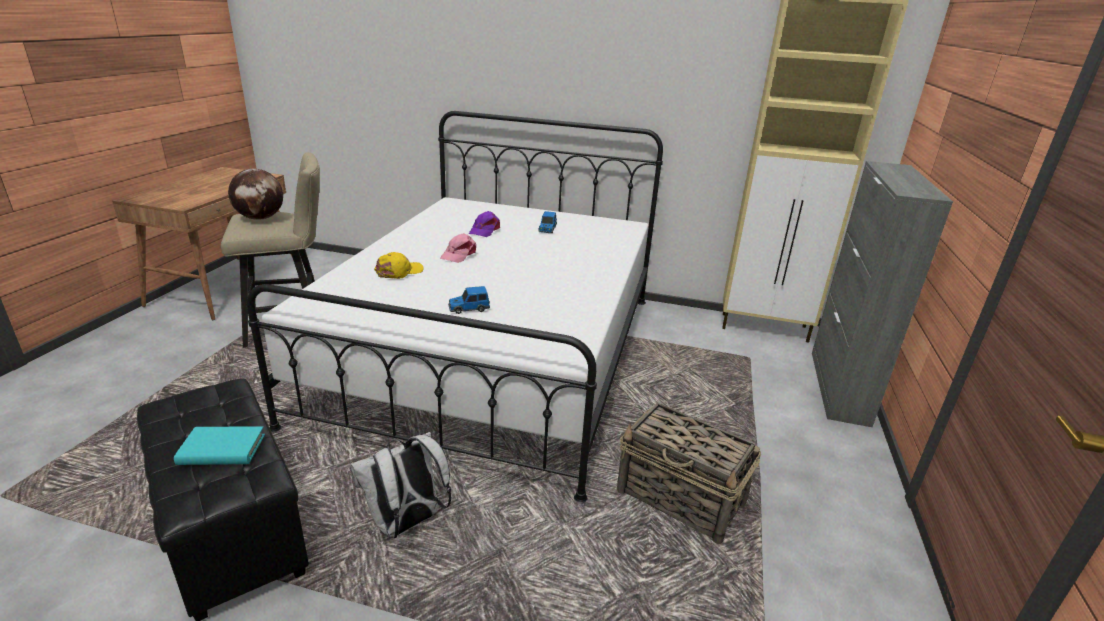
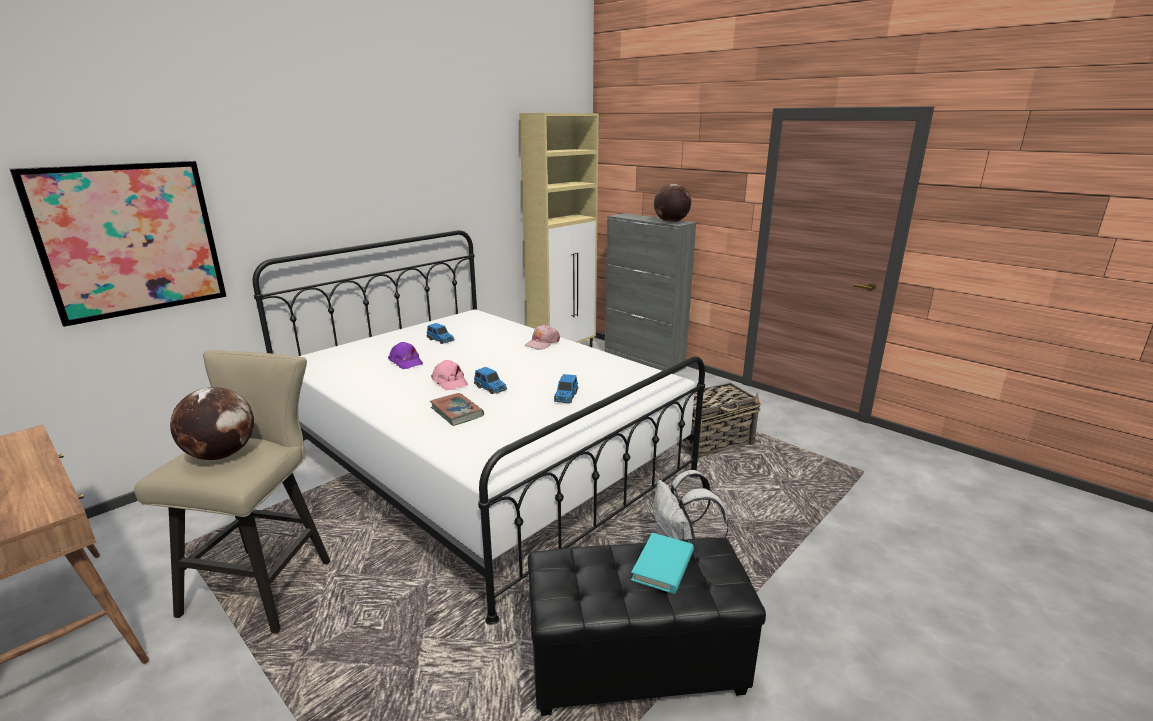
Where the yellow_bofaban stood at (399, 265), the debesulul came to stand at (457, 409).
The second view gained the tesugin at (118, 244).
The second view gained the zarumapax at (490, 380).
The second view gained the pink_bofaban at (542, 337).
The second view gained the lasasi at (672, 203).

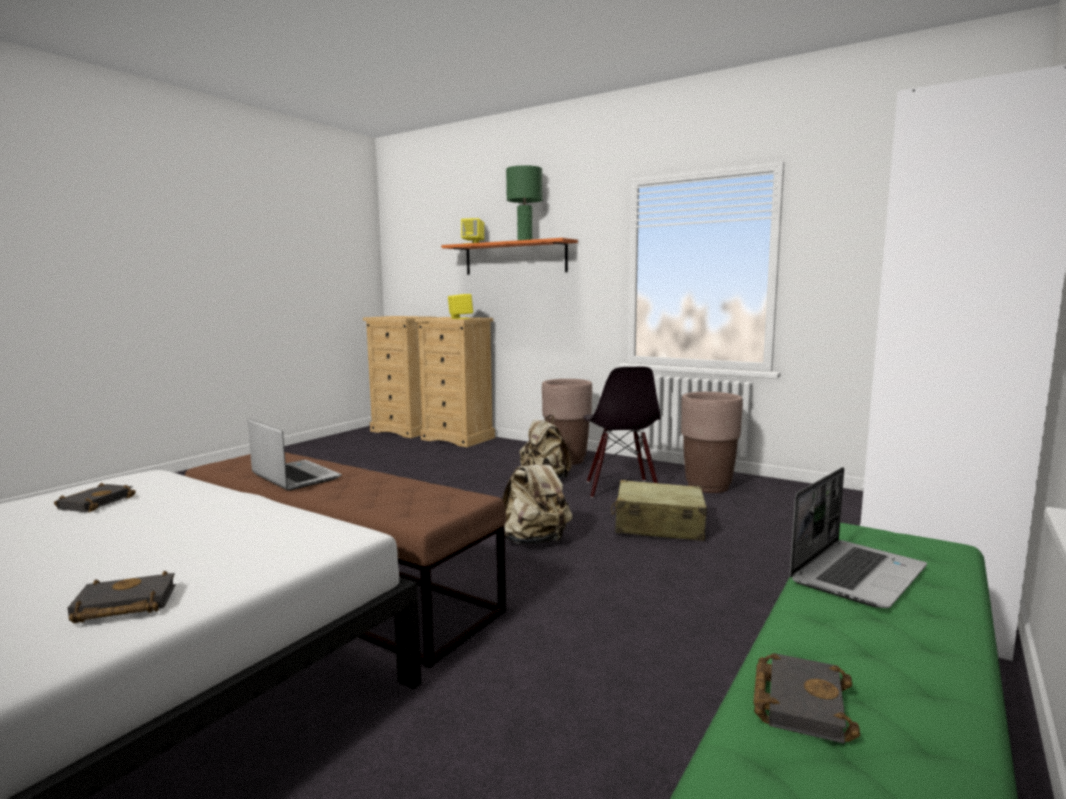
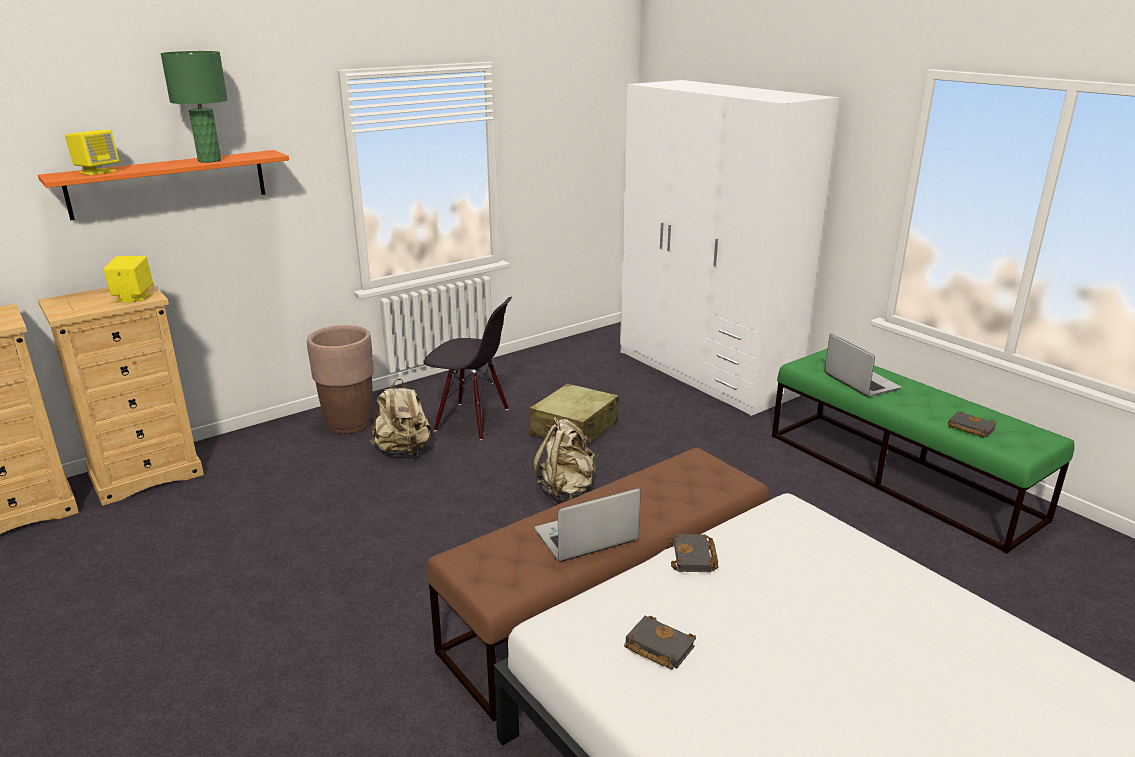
The black_debesulul ended up elsewhere, having gone from (121, 596) to (693, 553).
The second view lost the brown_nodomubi at (712, 442).

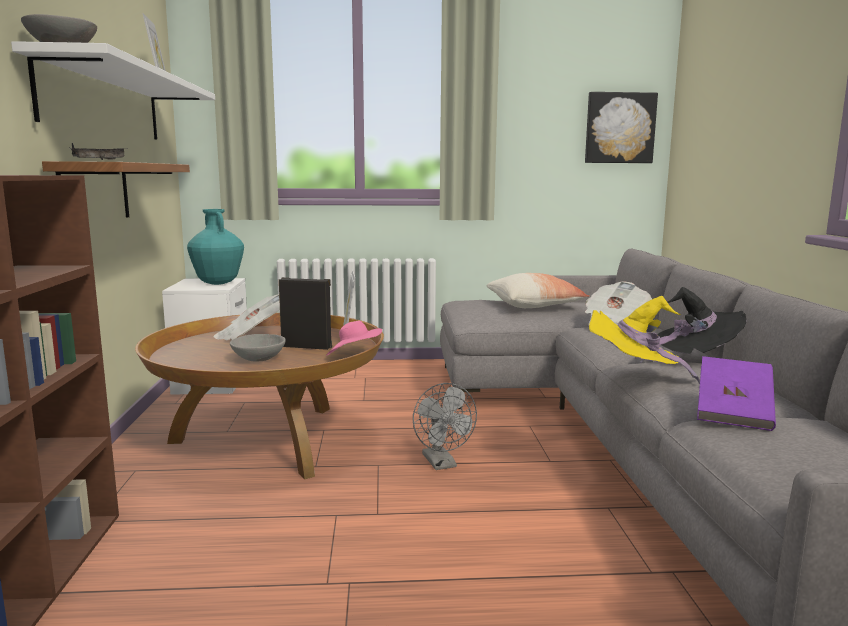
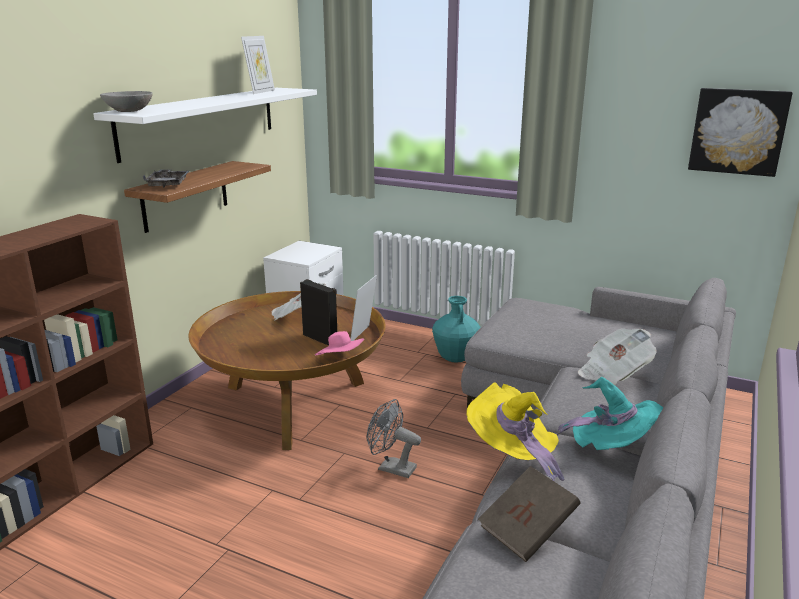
The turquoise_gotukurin ended up elsewhere, having gone from (215, 247) to (456, 329).
The second view lost the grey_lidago at (258, 348).
The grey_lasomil at (445, 426) ended up facing another way, 105 degrees clockwise from before.
The second view lost the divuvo at (537, 290).
What was the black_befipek at (690, 325) turned into the turquoise_befipek at (610, 413).
What was the purple_debesulul at (736, 393) turned into the brown_debesulul at (529, 514).

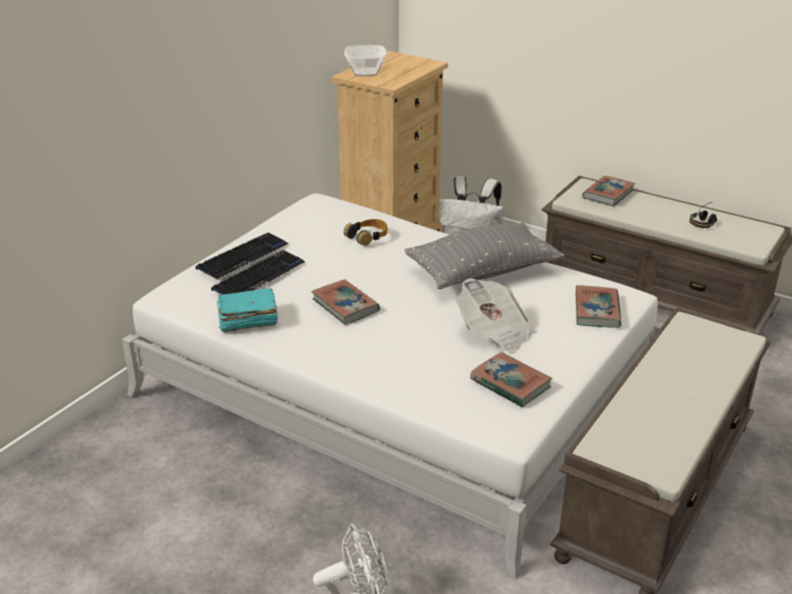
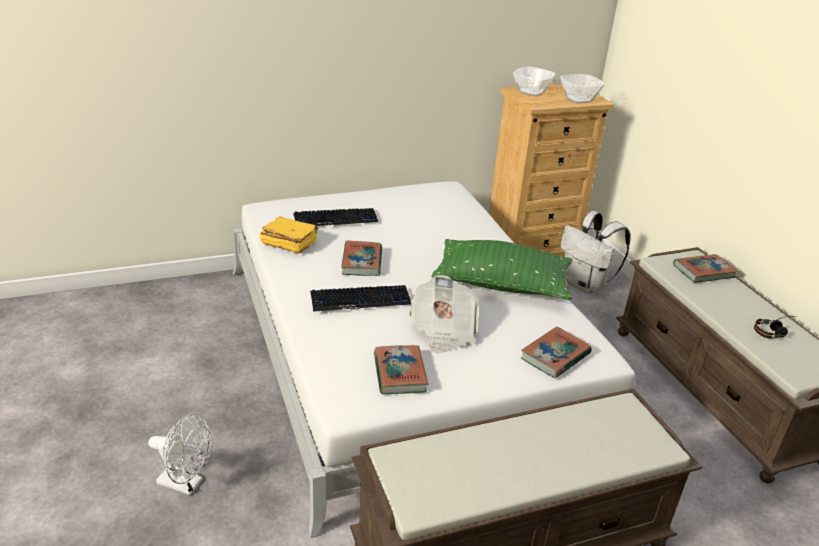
The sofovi ended up elsewhere, having gone from (241, 256) to (360, 298).
What was the turquoise_debesulul at (247, 310) turned into the yellow_debesulul at (289, 234).
The second view lost the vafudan at (365, 232).
What was the grey_divuvo at (484, 256) turned into the green_divuvo at (501, 269).
The second view gained the lidago at (582, 88).

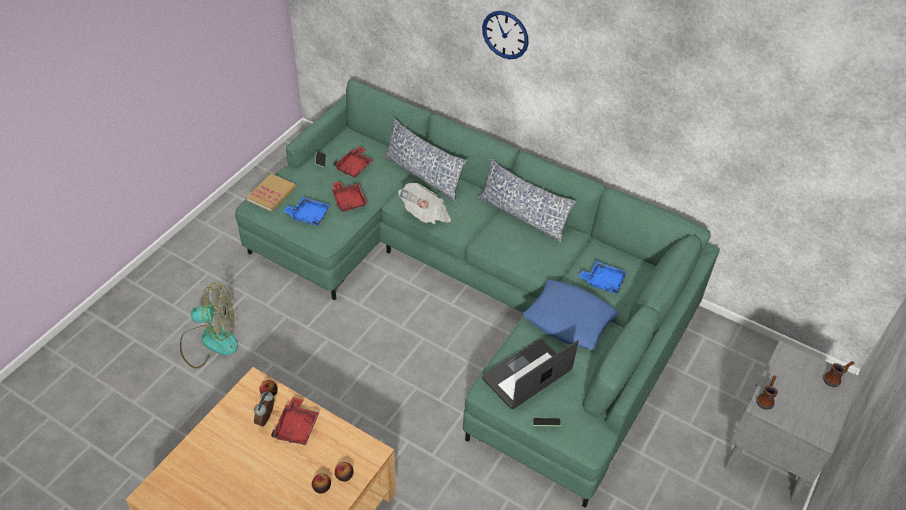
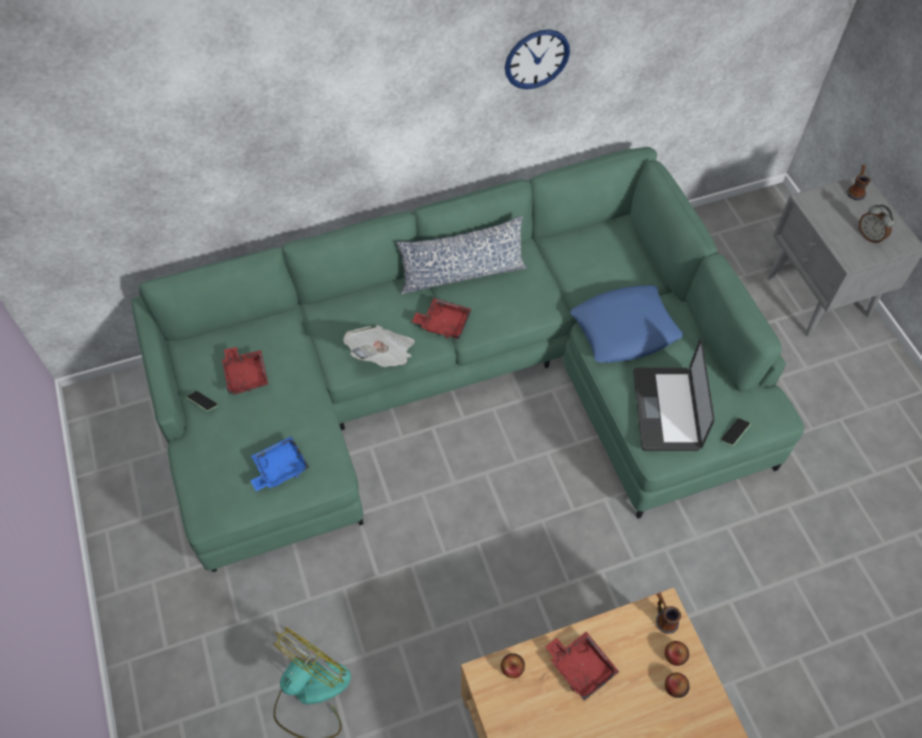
The second view lost the debesulul at (271, 193).
The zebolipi ended up elsewhere, having gone from (264, 409) to (877, 224).
The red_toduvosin ended up elsewhere, having gone from (350, 197) to (442, 318).
The second view lost the divuvo at (425, 160).
The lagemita ended up elsewhere, having gone from (505, 34) to (537, 59).
The second view lost the blue_toduvosin at (603, 277).
The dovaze ended up elsewhere, having gone from (767, 393) to (668, 613).

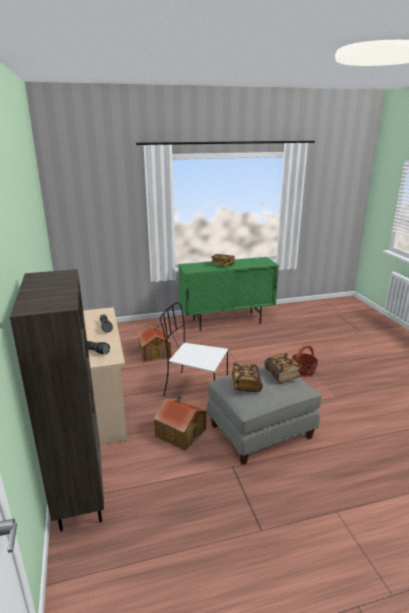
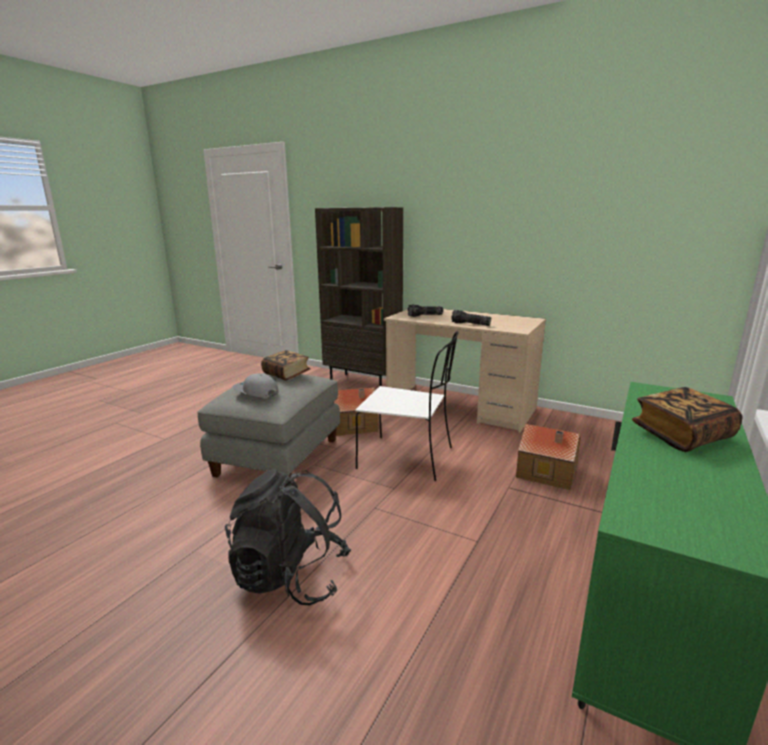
The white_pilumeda at (194, 349) ended up facing another way, 45 degrees clockwise from before.
Where the debesulul stood at (283, 368), the grey_bofaban came to stand at (256, 385).
Where the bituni stood at (305, 361), the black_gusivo came to stand at (288, 537).

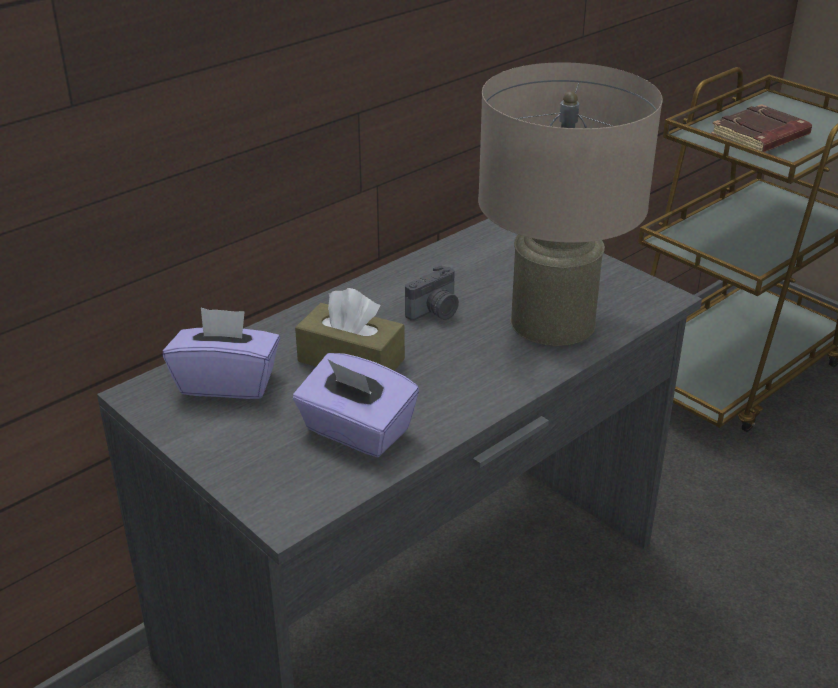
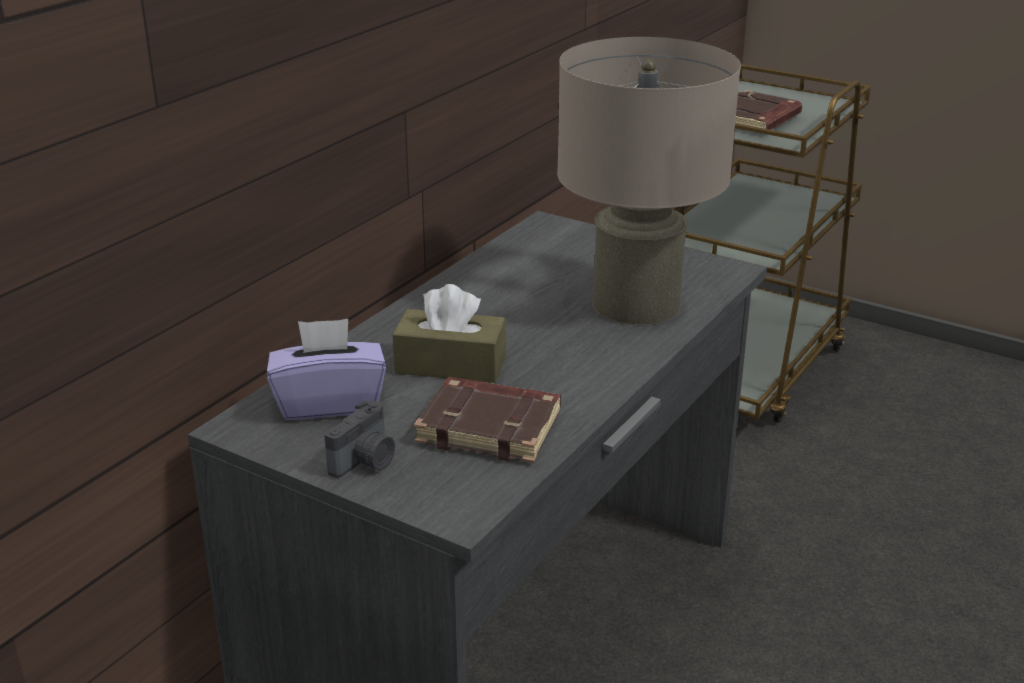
Where the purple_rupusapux stood at (356, 405), the brown_debesulul came to stand at (487, 420).
The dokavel ended up elsewhere, having gone from (432, 293) to (359, 439).

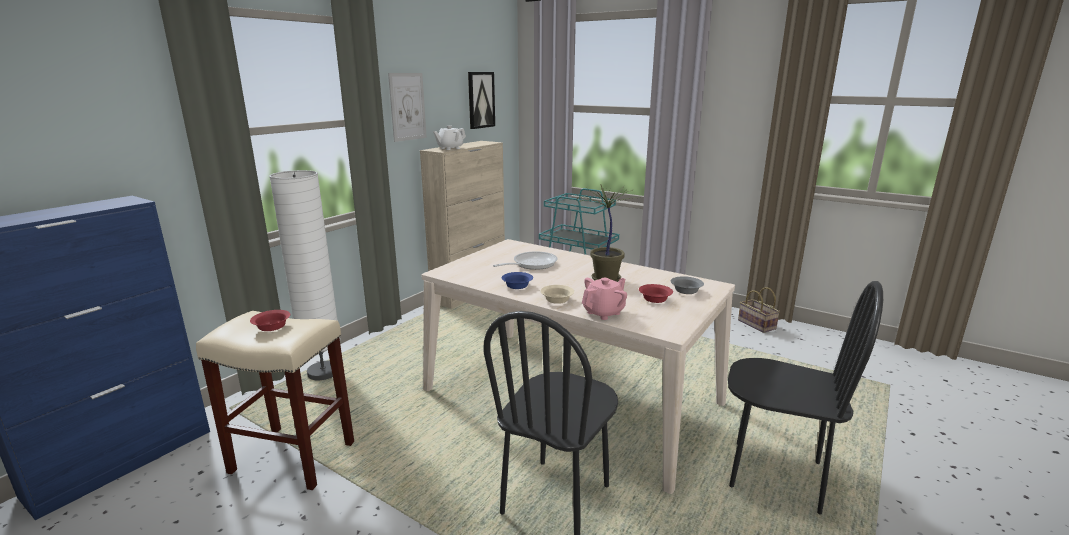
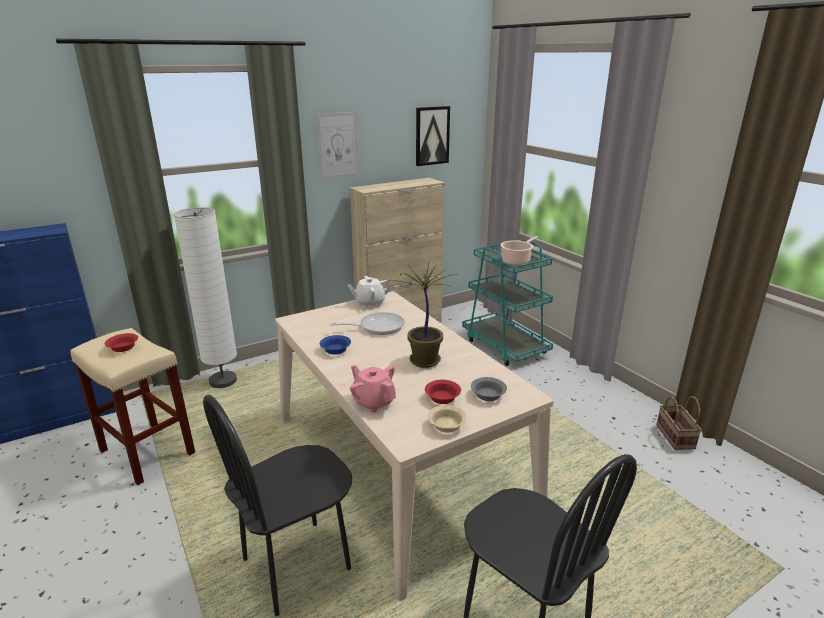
The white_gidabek ended up elsewhere, having gone from (449, 137) to (369, 292).
The beige_lidago ended up elsewhere, having gone from (557, 294) to (447, 419).
The pink_gidabek at (604, 299) ended up facing another way, 120 degrees counterclockwise from before.
The second view gained the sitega at (519, 250).

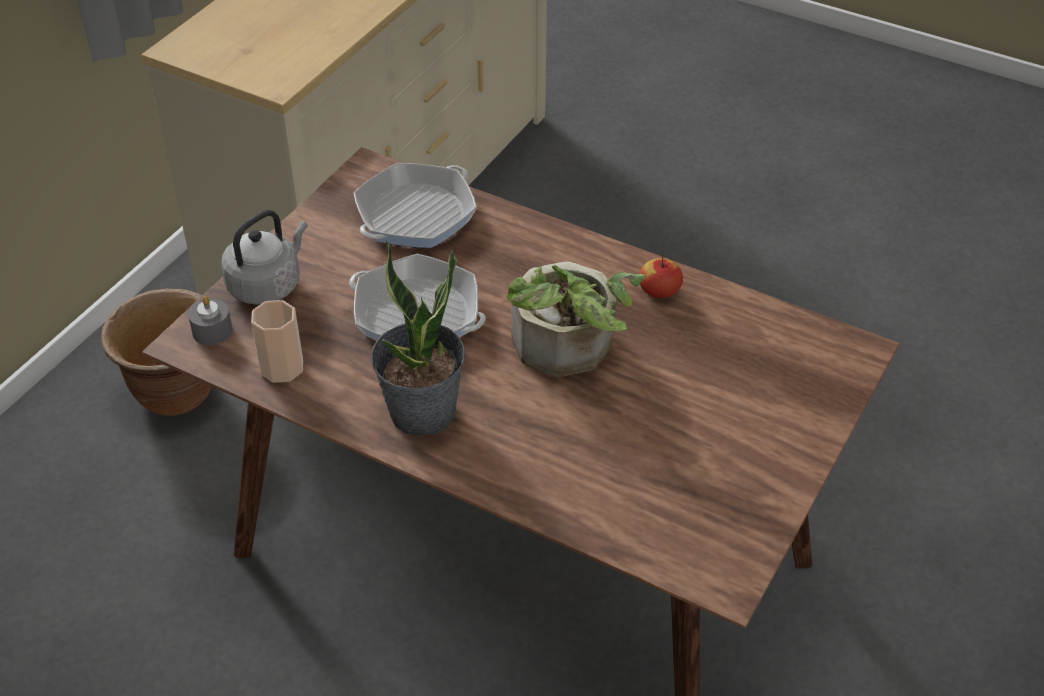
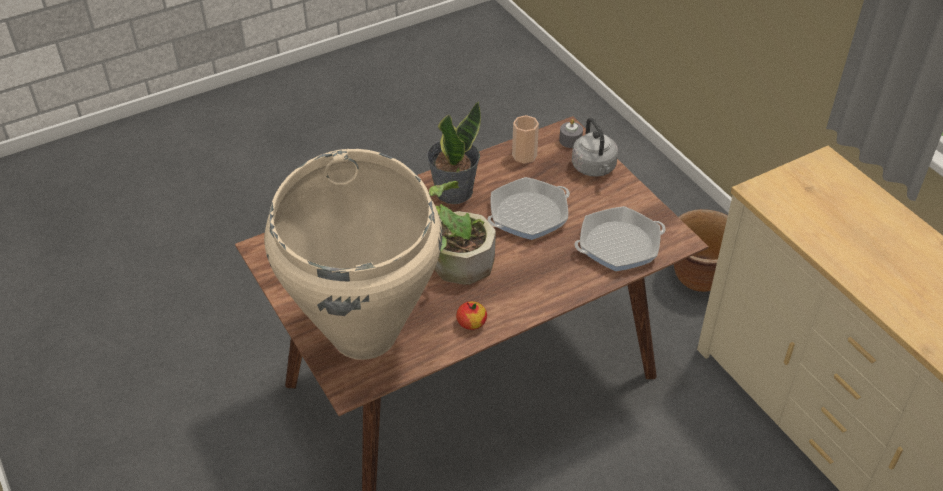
The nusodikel at (415, 205) ended up facing another way, 90 degrees clockwise from before.
The second view gained the beige_gotukurin at (353, 254).

